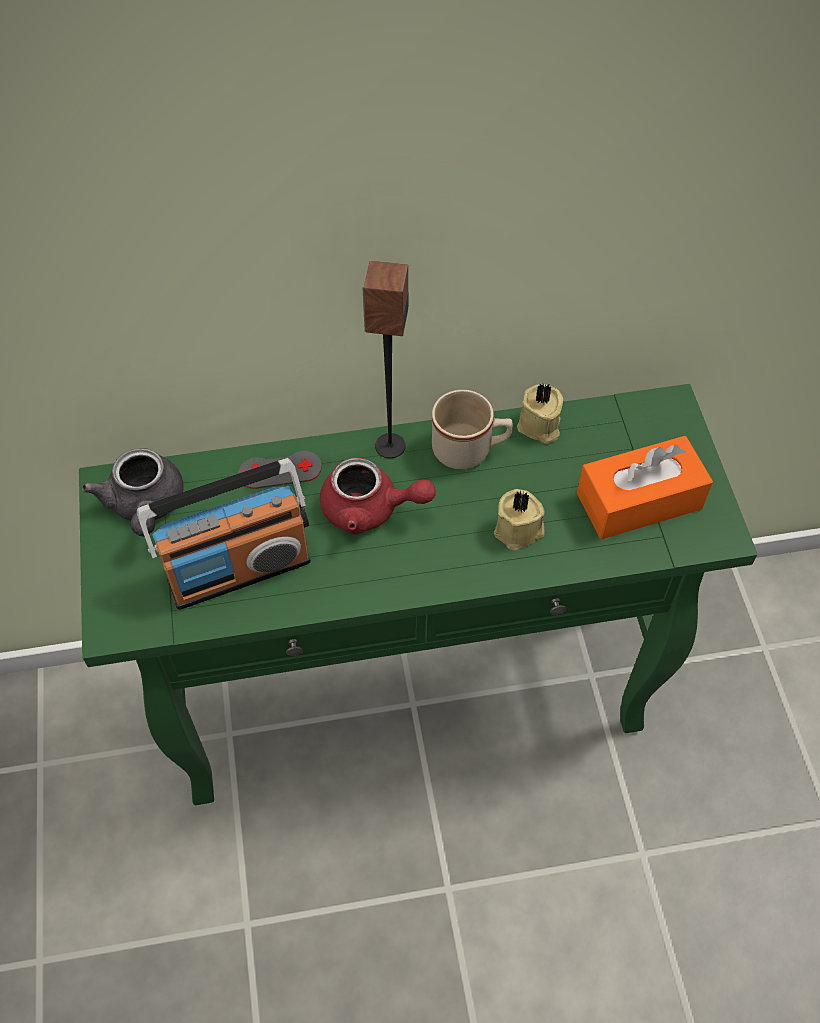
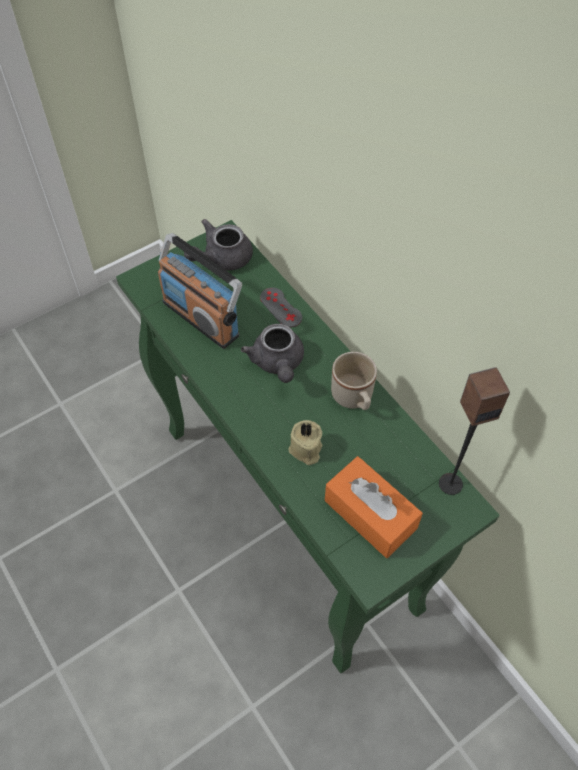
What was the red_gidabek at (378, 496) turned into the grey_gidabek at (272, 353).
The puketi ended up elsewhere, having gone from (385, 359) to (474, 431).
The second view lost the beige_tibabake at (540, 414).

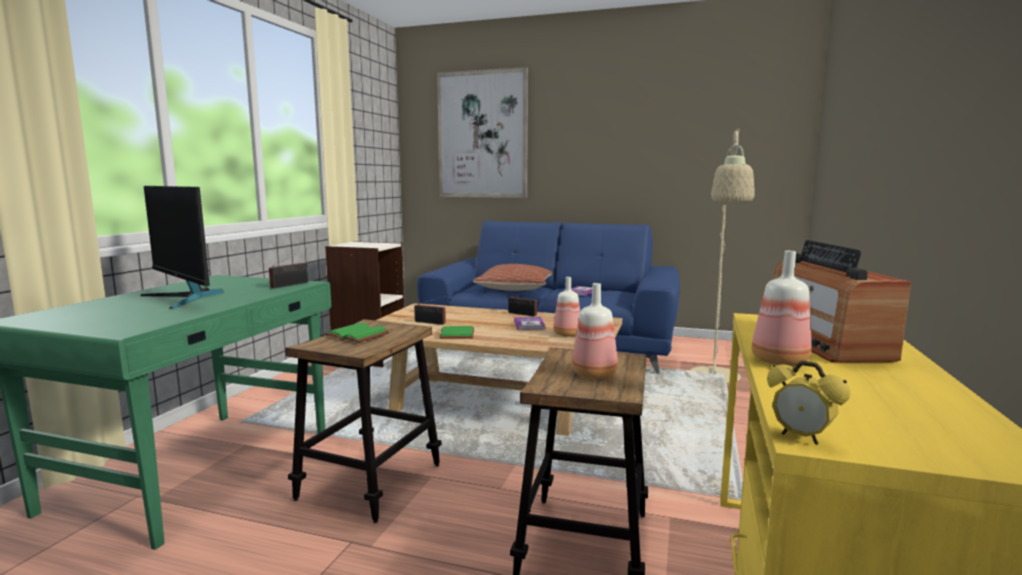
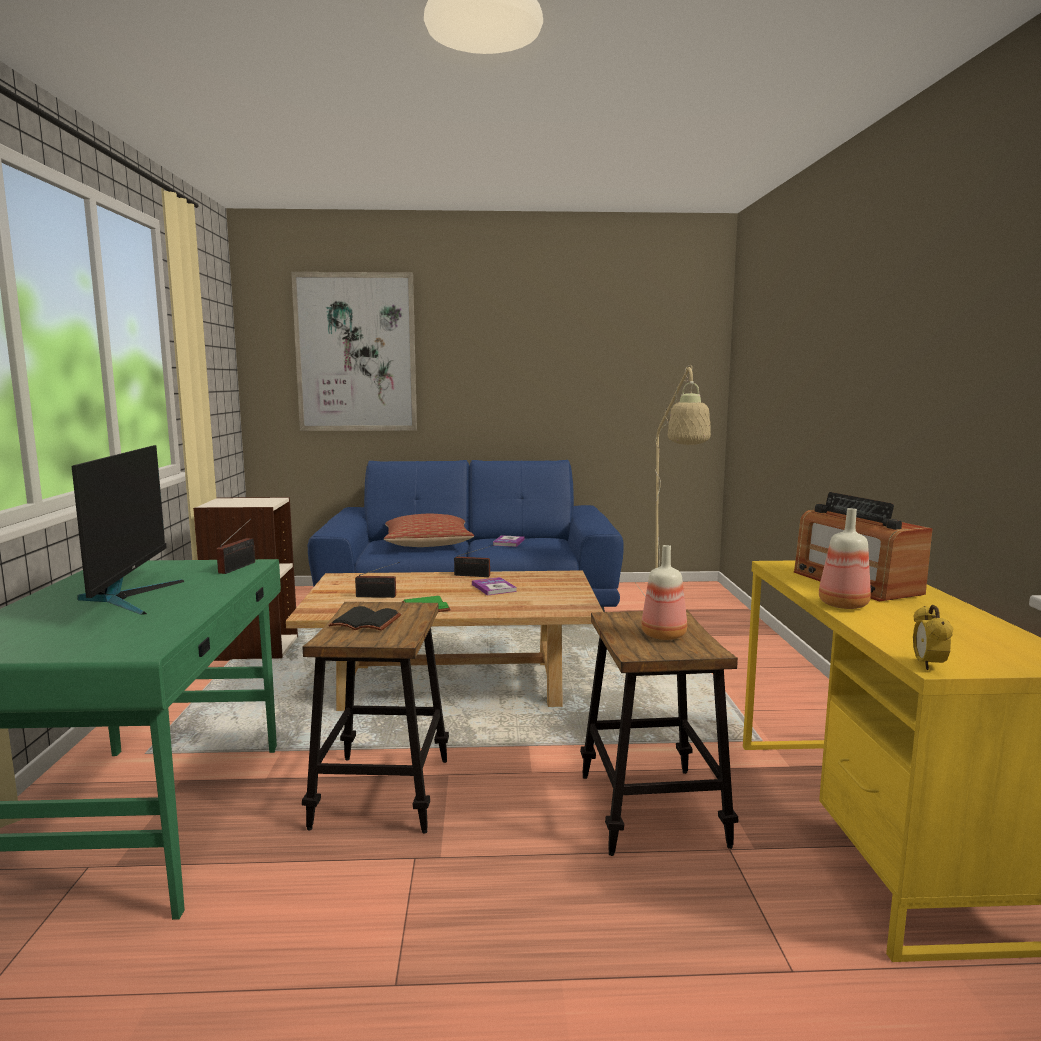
The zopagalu at (181, 247) ended up facing another way, 120 degrees counterclockwise from before.
What was the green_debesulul at (357, 333) turned into the black_debesulul at (365, 618).
The second view lost the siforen at (566, 307).
The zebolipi at (808, 403) ended up facing another way, 75 degrees clockwise from before.

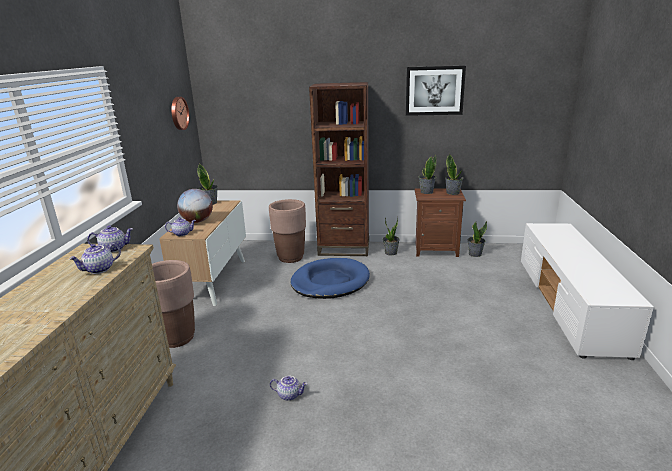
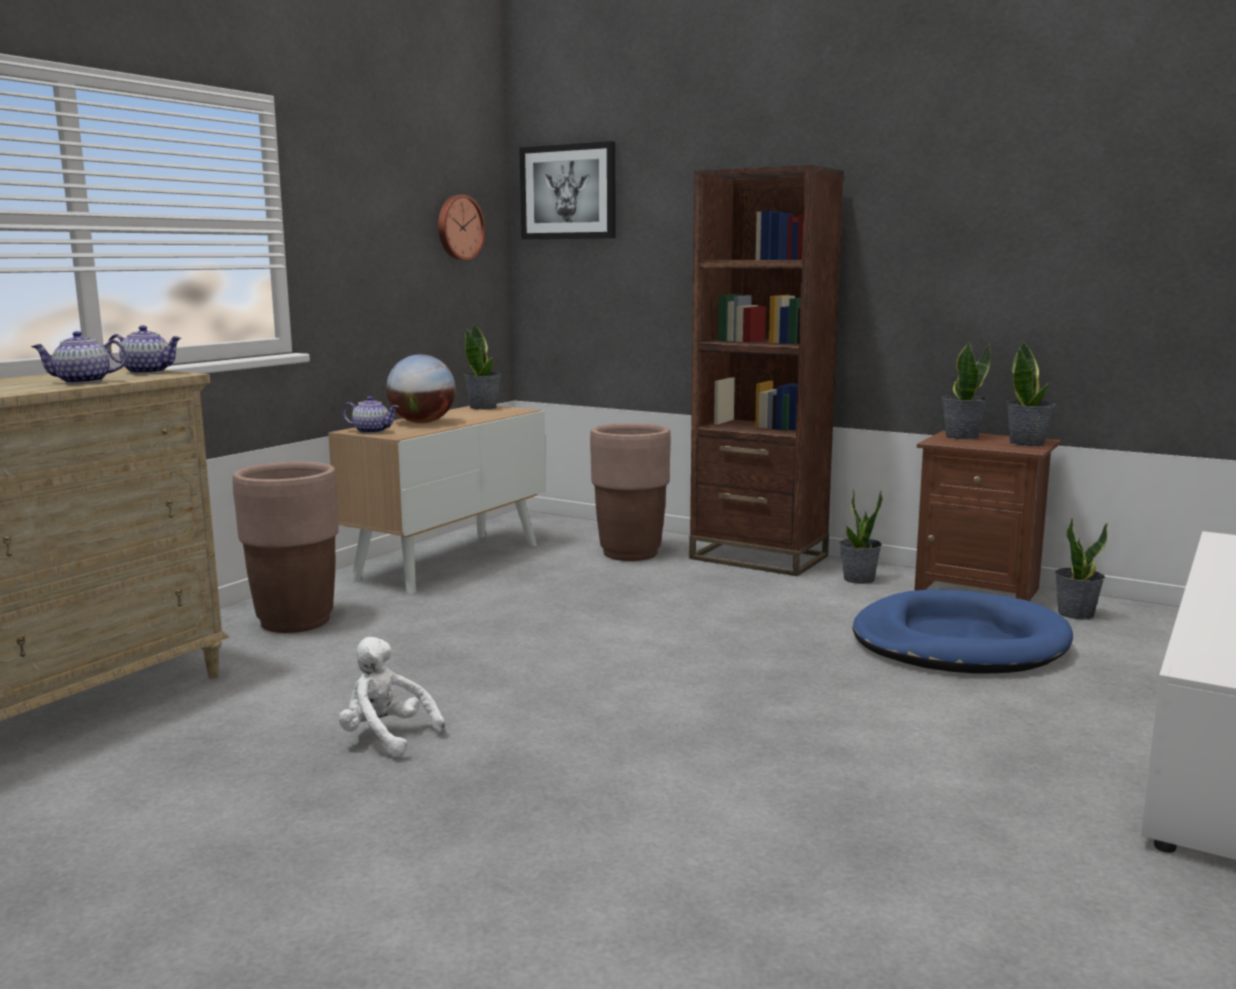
Where the gidabek stood at (288, 388), the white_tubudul came to stand at (392, 697).
The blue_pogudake ended up elsewhere, having gone from (330, 278) to (963, 631).
The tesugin ended up elsewhere, having gone from (436, 91) to (567, 190).

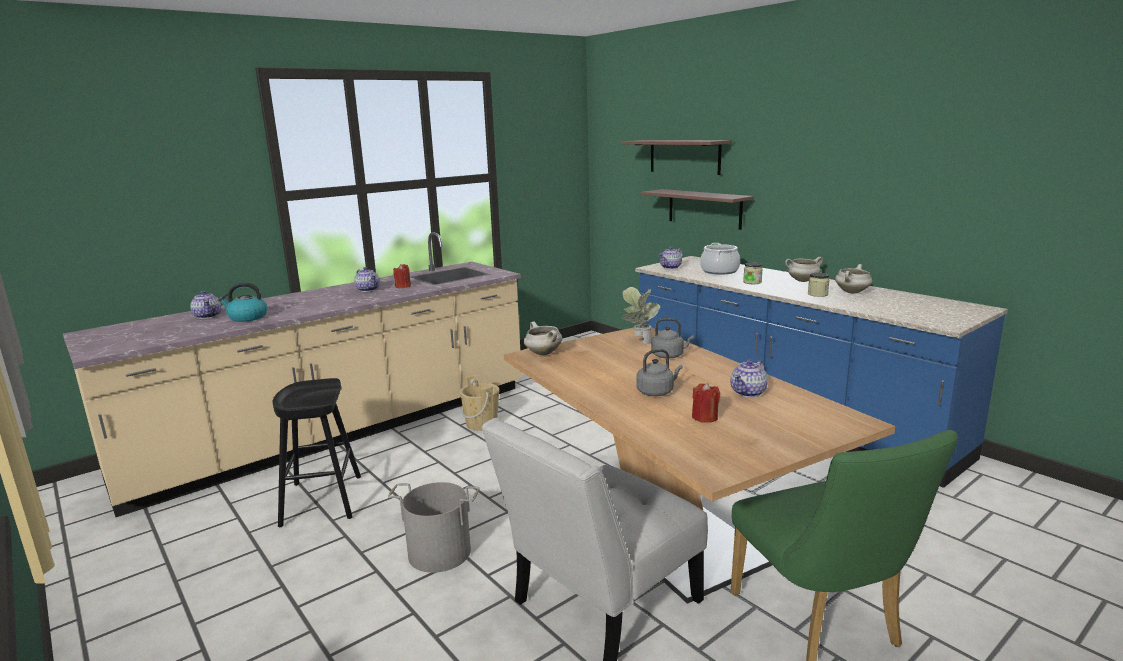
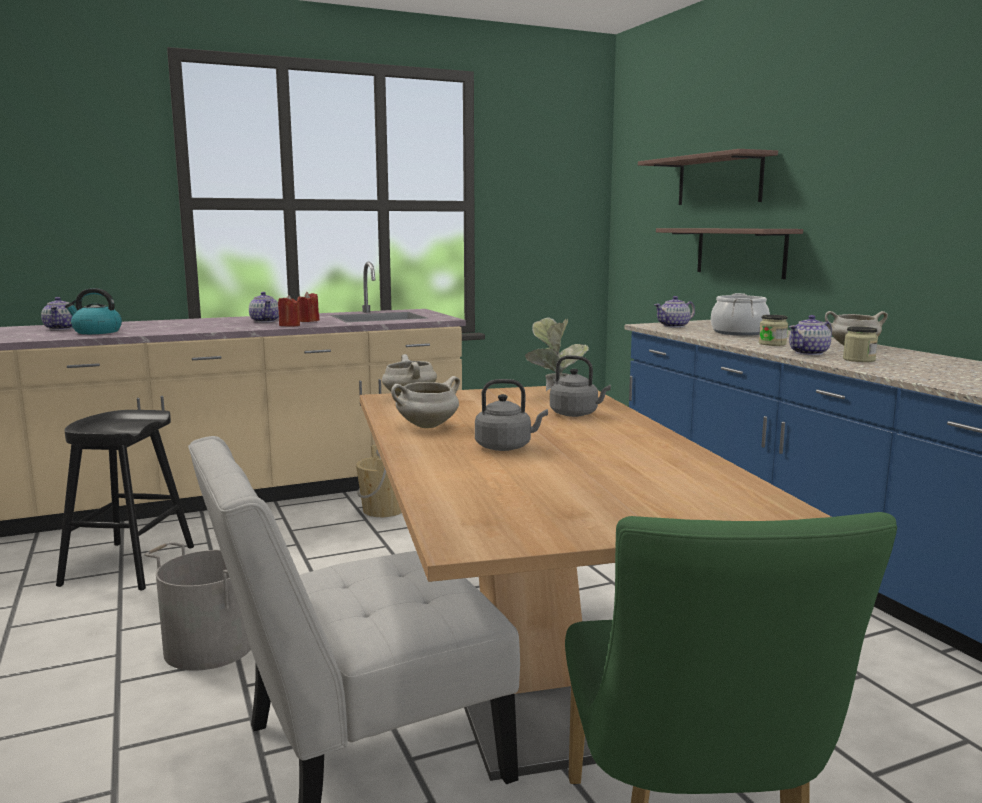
The red_tibabake ended up elsewhere, having gone from (706, 403) to (289, 311).
The gidabek ended up elsewhere, having gone from (749, 378) to (810, 335).
The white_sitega ended up elsewhere, having gone from (853, 279) to (425, 402).

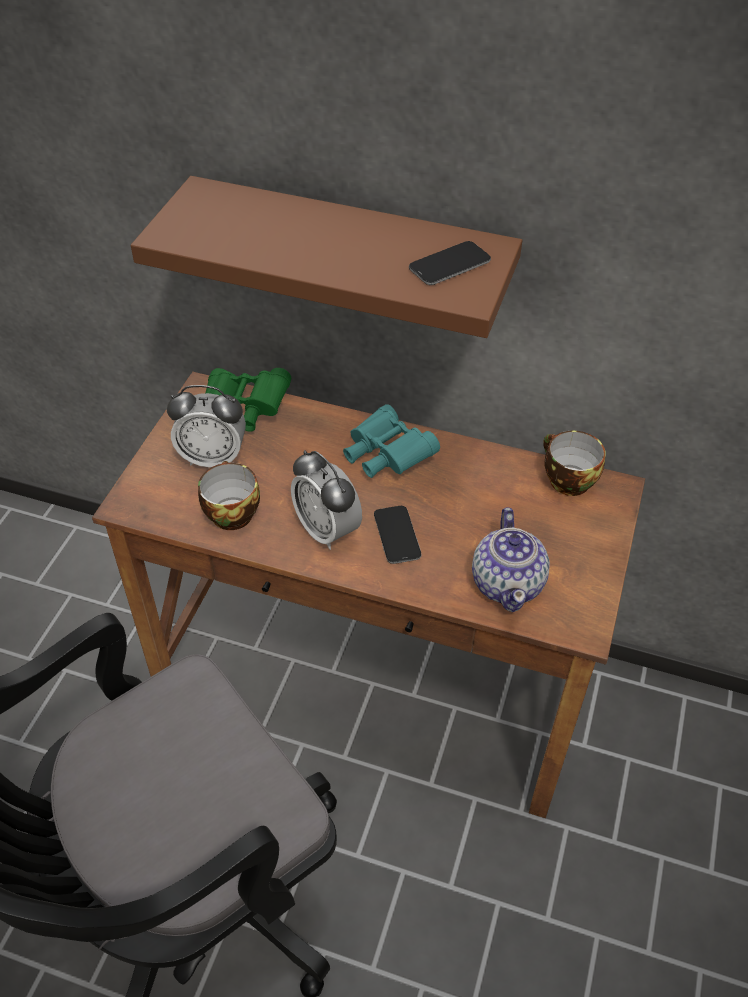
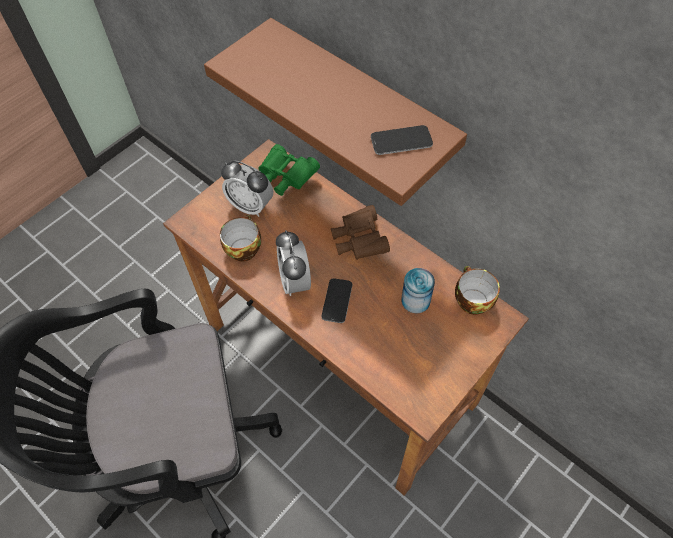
What was the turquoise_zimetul at (391, 441) turned into the brown_zimetul at (360, 232).
The second view lost the gidabek at (511, 559).
The second view gained the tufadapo at (418, 290).

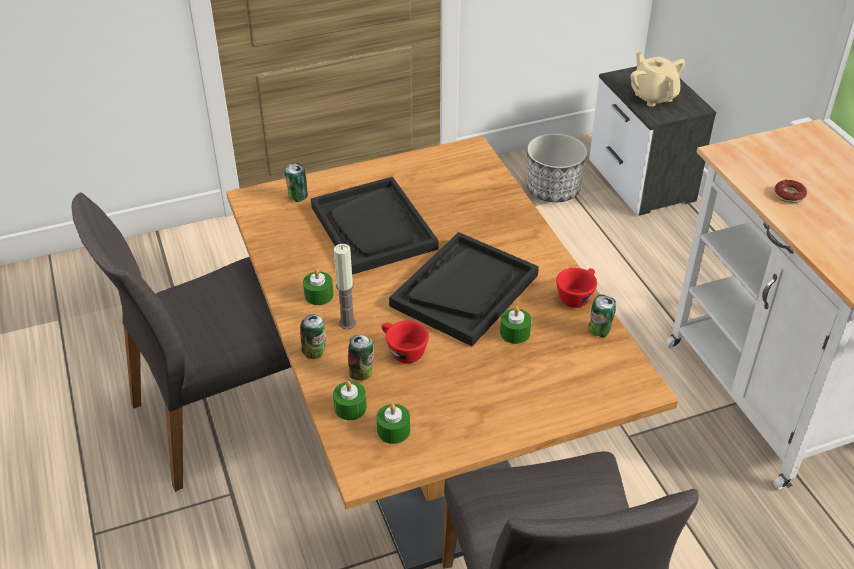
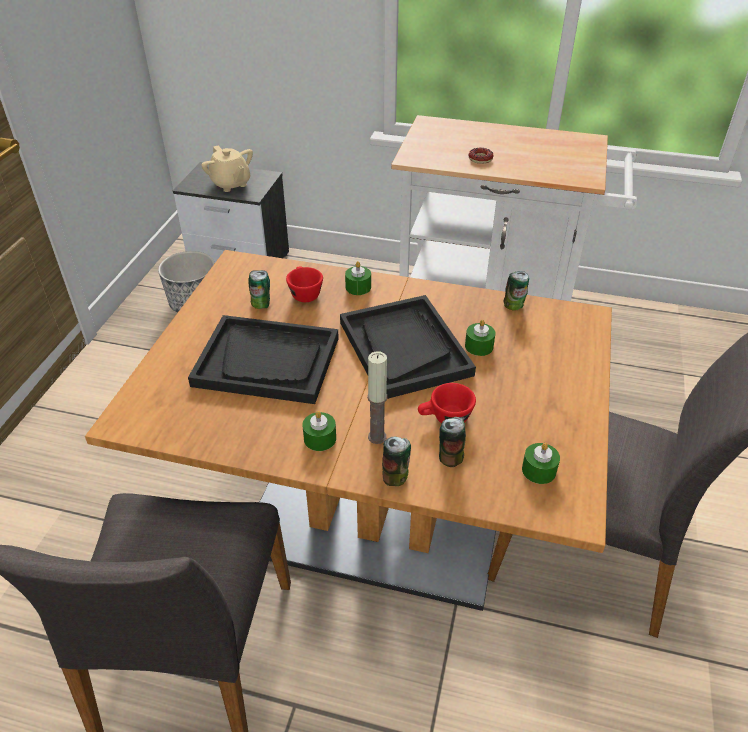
The tufadapo ended up elsewhere, having gone from (296, 182) to (259, 289).
The green_tibabake ended up elsewhere, having gone from (350, 400) to (358, 278).
The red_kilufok ended up elsewhere, having gone from (576, 288) to (304, 284).
The beige_gidabek at (657, 79) ended up facing another way, 135 degrees counterclockwise from before.

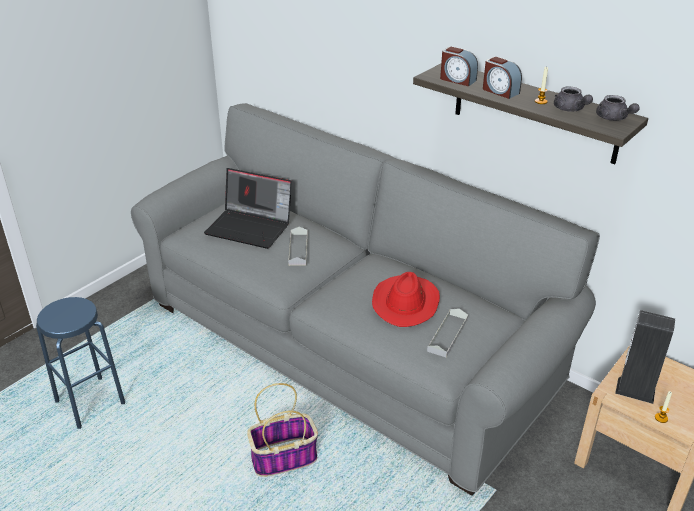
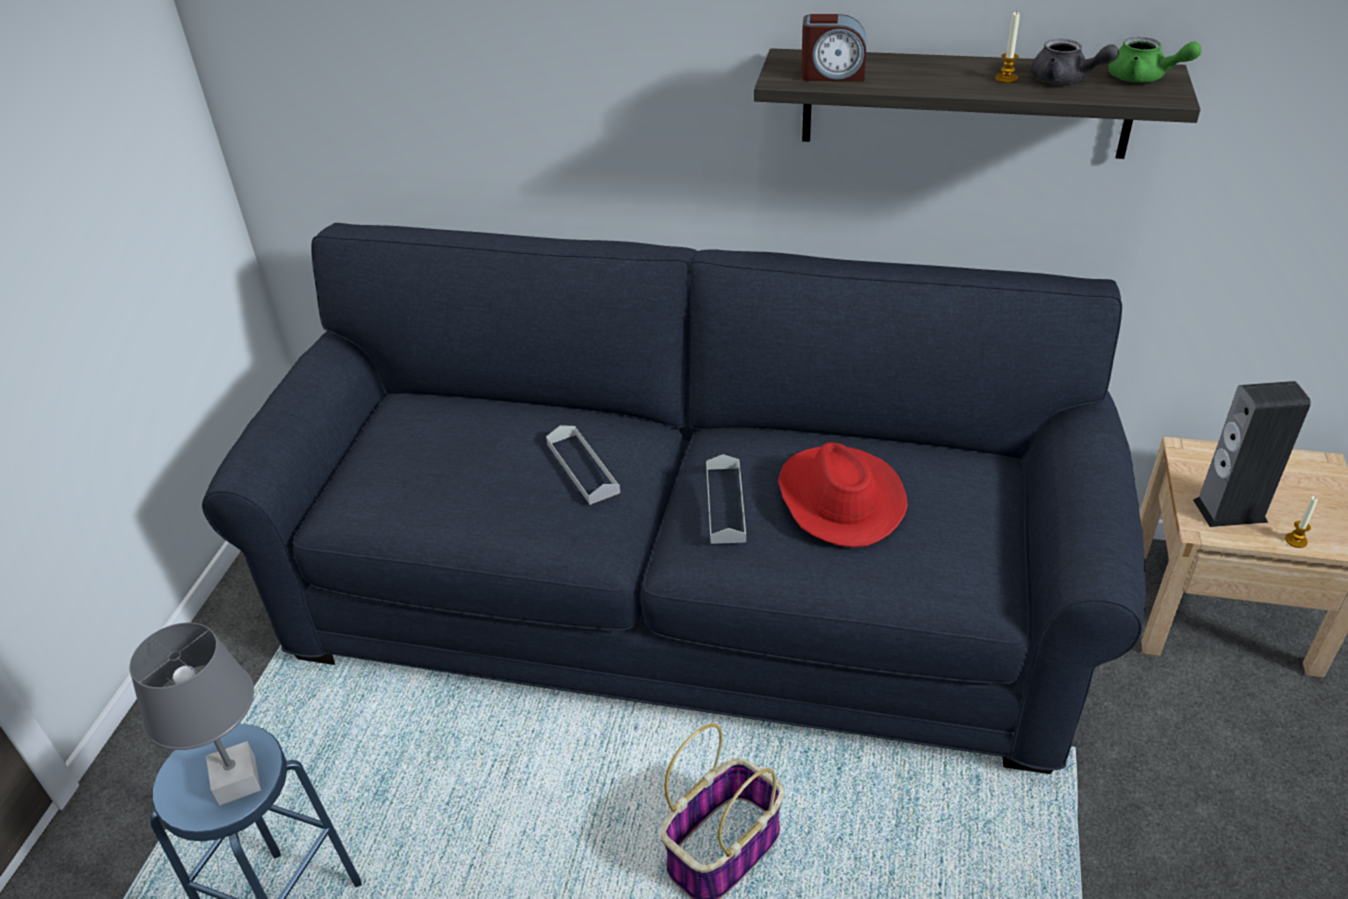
What was the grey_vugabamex at (365, 299) turned into the blue_vugabamex at (674, 498).
The second view lost the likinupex at (248, 208).
The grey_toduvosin ended up elsewhere, having gone from (447, 332) to (726, 499).
The second view lost the zebolipi at (502, 78).
What was the grey_gidabek at (618, 108) turned into the green_gidabek at (1154, 60).
The second view gained the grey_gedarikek at (195, 714).

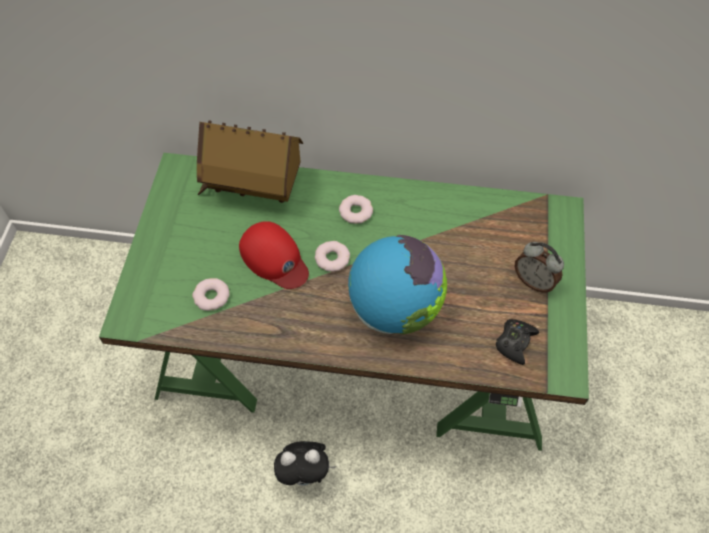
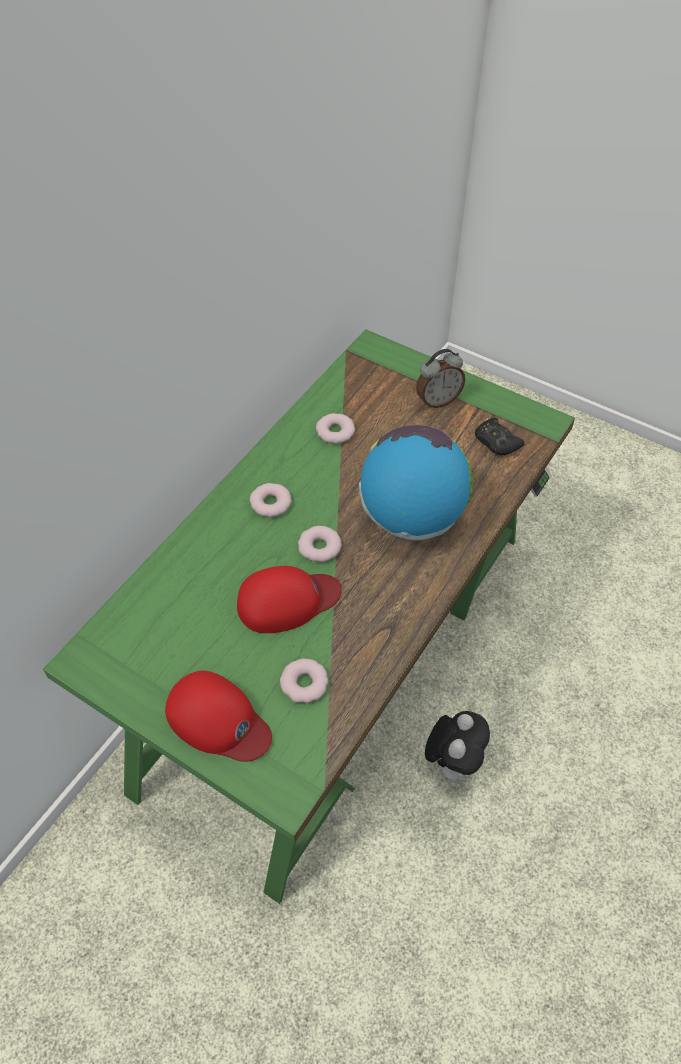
The second view lost the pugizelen at (250, 161).
The second view gained the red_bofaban at (218, 716).
The second view gained the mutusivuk at (335, 428).

